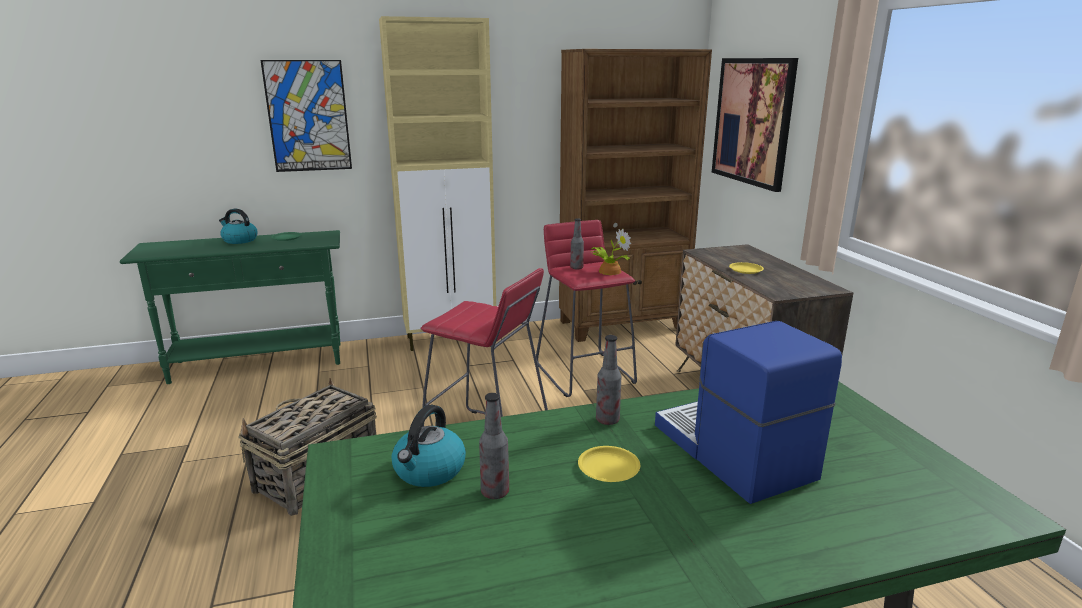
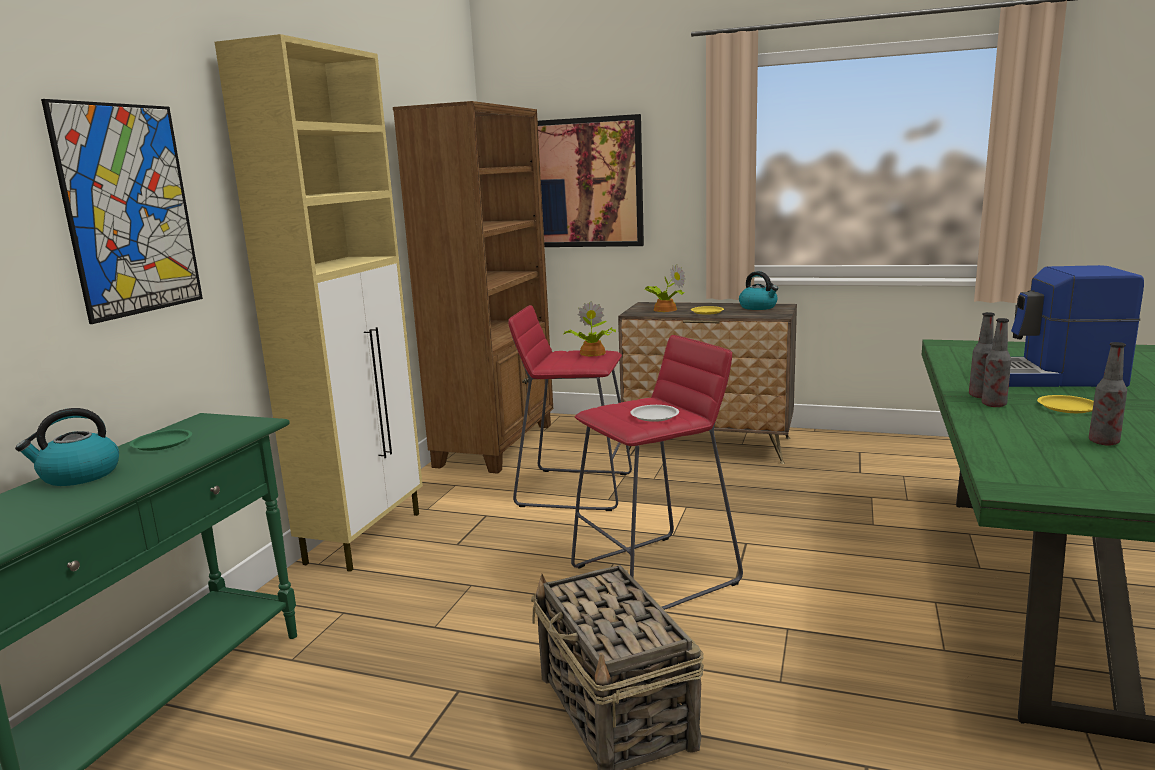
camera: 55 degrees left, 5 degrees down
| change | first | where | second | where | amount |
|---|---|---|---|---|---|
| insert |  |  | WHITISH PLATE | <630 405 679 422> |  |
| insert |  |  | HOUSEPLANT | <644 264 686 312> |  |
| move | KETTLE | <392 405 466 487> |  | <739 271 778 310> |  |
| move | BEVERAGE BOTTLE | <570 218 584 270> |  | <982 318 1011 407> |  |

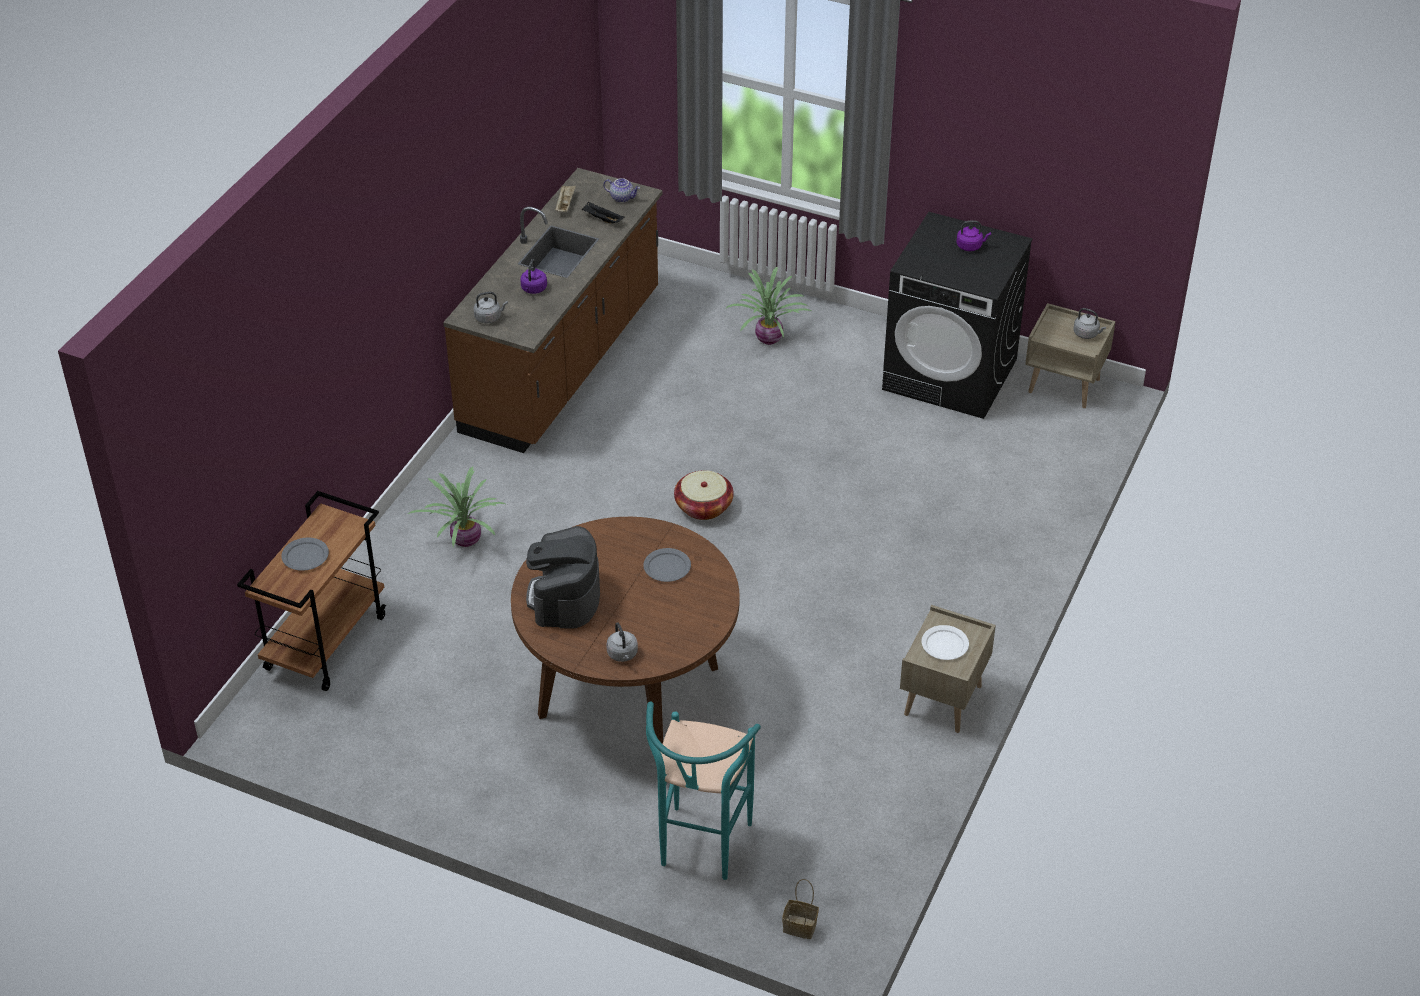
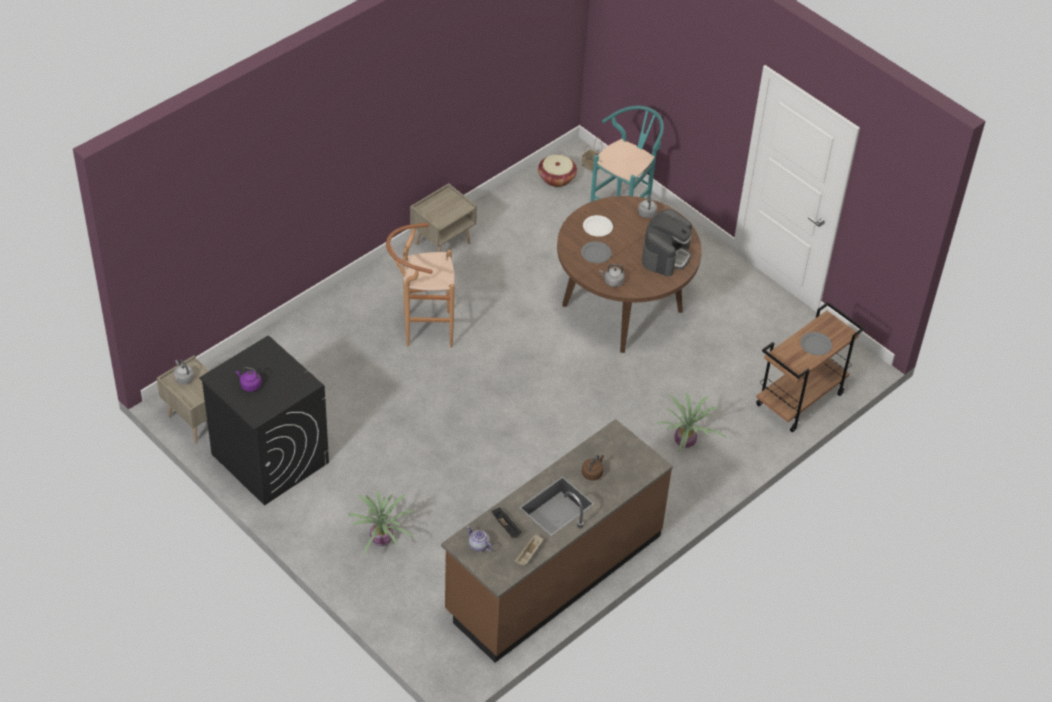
camera: 160 degrees left, 5 degrees up
| change | first | where | second | where | amount |
|---|---|---|---|---|---|
| insert |  |  | BROWN SITTING STOOL | <386 223 455 348> |  |
| move | GREY KETTLE | <474 292 508 324> |  | <600 264 624 287> |  |
| move | HOUSEHOLD BASKET | <674 470 734 520> |  | <538 155 577 187> |  |
| move | WHITISH PLATE | <921 625 969 660> |  | <583 215 613 237> |  |
| recolor | PURPLE-COLOURED KETTLE | <520 259 547 294> | BROWN KETTLE | <582 455 604 481> |  |

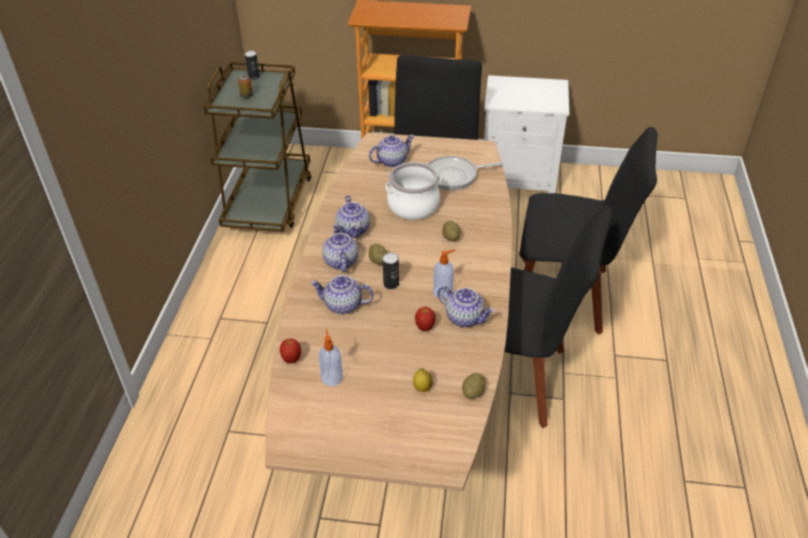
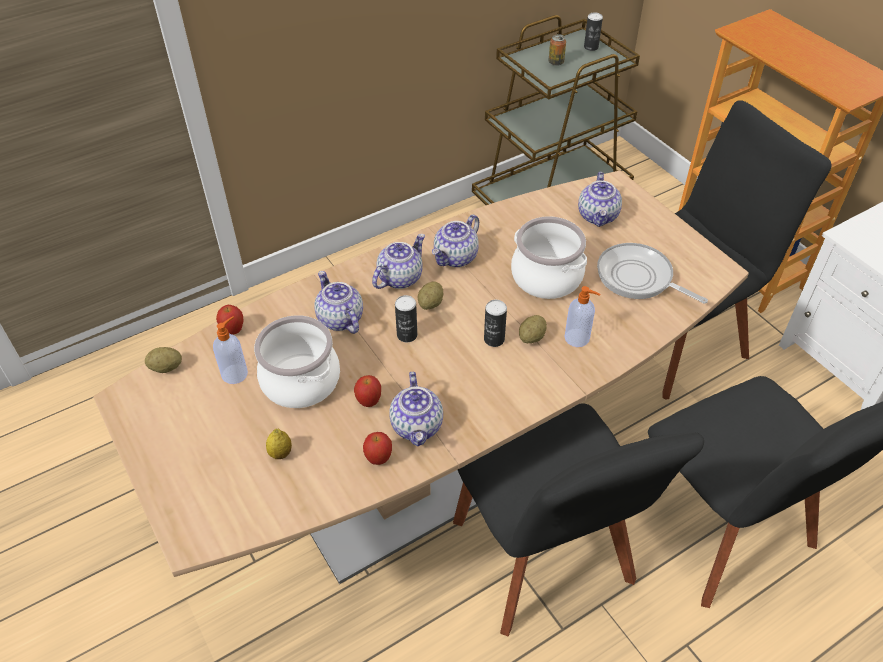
camera: 50 degrees right, 5 degrees up
| change | first | where | second | where | amount |
|---|---|---|---|---|---|
| insert |  |  | SAUCEPOT | <254 315 340 408> |  |
| insert |  |  | APPLE | <363 432 392 465> |  |
| insert |  |  | SEALED CAN | <484 300 507 347> |  |
| move | SOAP DISPENSER | <433 250 456 299> |  | <564 286 600 347> |  |
| move | POTATO | <462 373 485 399> |  | <145 347 182 373> |  |
| rotate | TEA POT | <369 135 414 167> |  | <578 172 622 227> | 75 degrees clockwise |

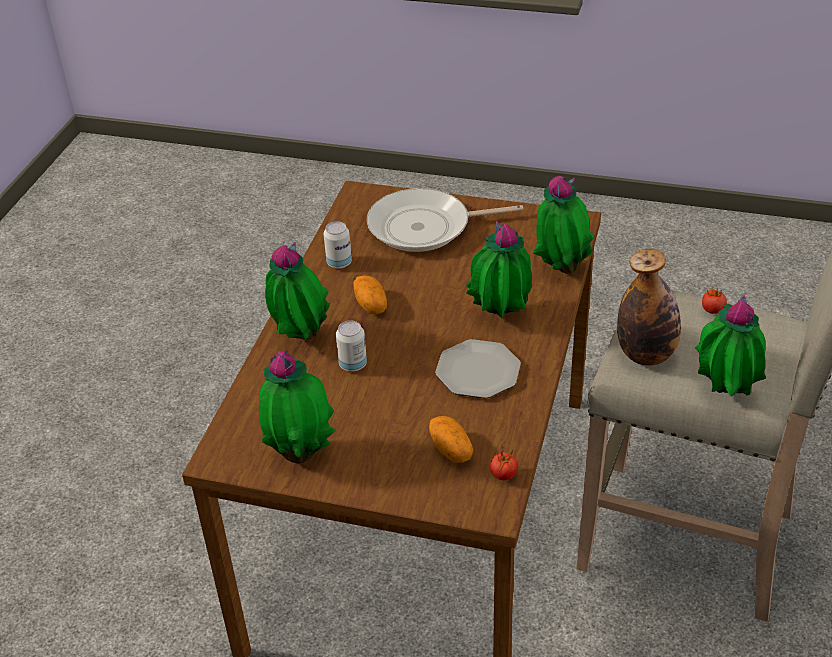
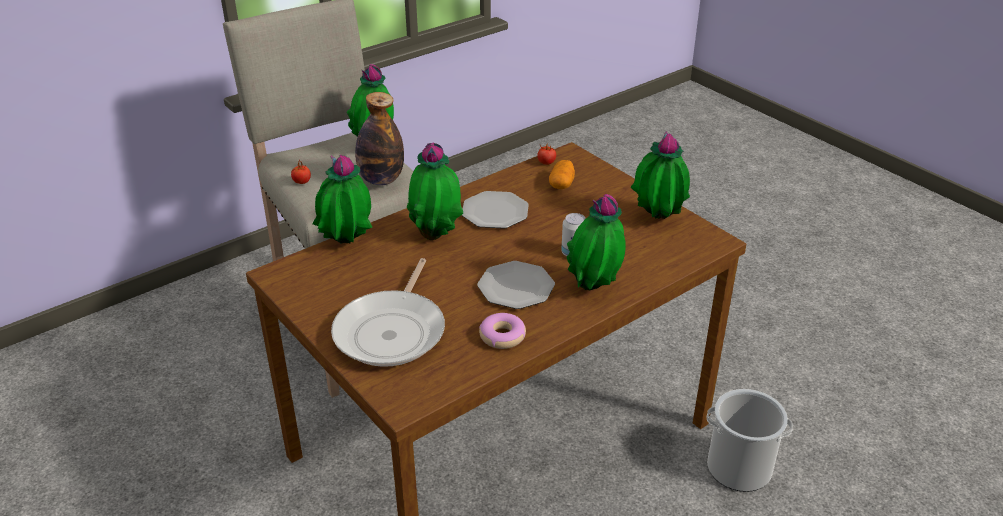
camera: 145 degrees left, 5 degrees down
| change | first | where | second | where | amount |
|---|---|---|---|---|---|
| insert |  |  | BUCKET | <707 389 793 492> |  |
| replace | SEALED CAN | <324 221 352 269> | DONUT | <479 313 526 349> |  |
| replace | POTATO | <353 275 387 314> | PLATE | <477 261 555 309> |  |
| rotate | SKILLET | <367 188 523 252> |  | <331 258 445 367> | 75 degrees clockwise |

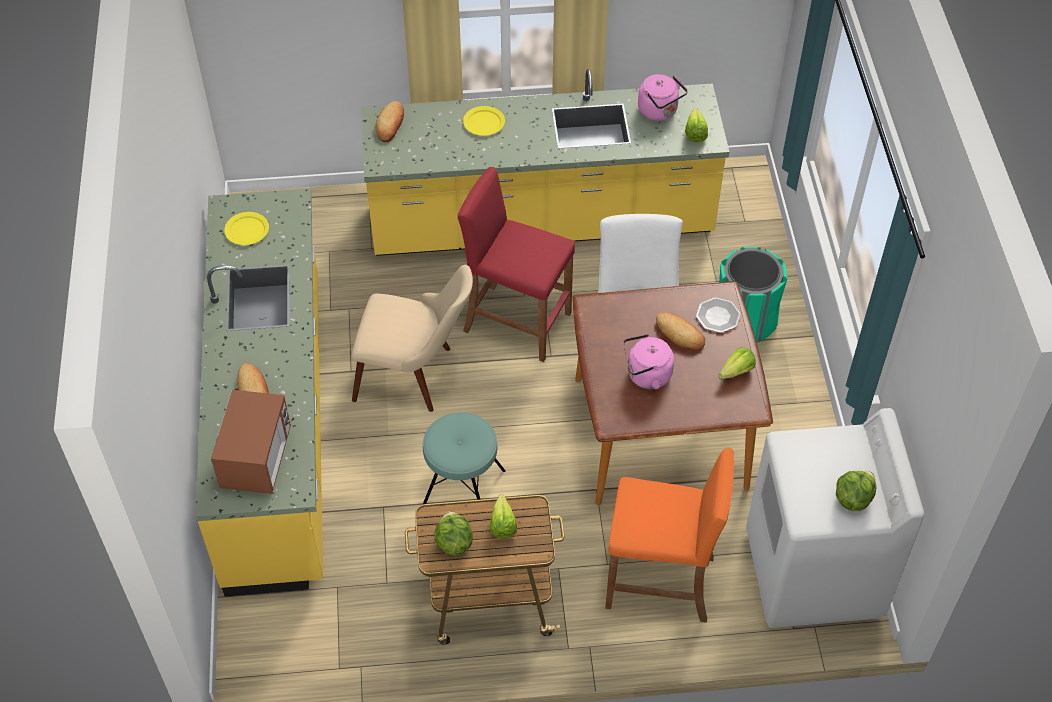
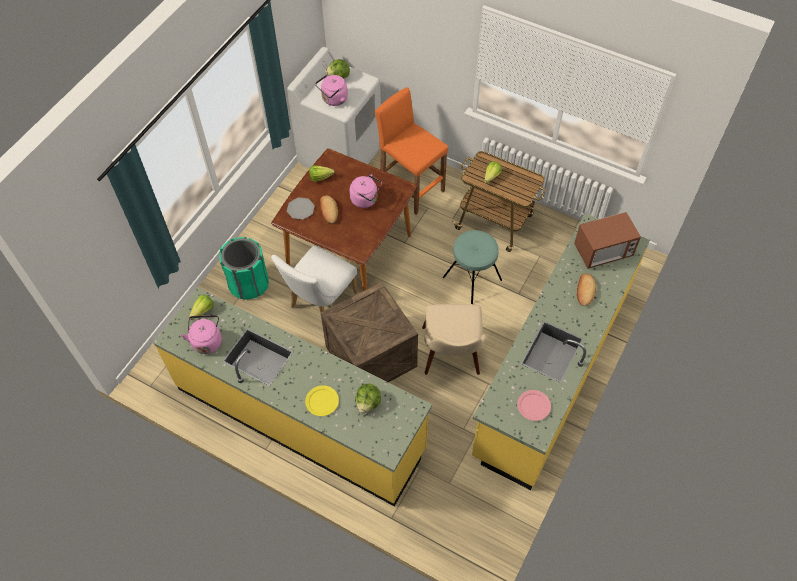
camera: 145 degrees left, 5 degrees up
| change | first | where | second | where | amount |
|---|---|---|---|---|---|
| delete | BREAD | <375 101 404 142> |  |  |  |
| insert |  |  | PINKISH KETTLE | <315 75 348 106> |  |
| move | HEAD OF LETTUCE | <434 511 473 555> |  | <356 383 381 413> |  |
| replace | RED-COLOURED SITTING STOOL | <458 167 575 362> | CRATE | <321 282 418 382> |  |
| recolor | YELLOW-COLOURED PLATE | <224 212 269 245> | PINKISH PLATE | <517 390 551 421> |  |
| rotate | KITCHEN MICROWAVE | <211 390 291 494> |  | <574 212 641 269> | 150 degrees counterclockwise |
| rotate | SAND-COLOURED CHAIR | <351 265 473 412> |  | <422 304 486 375> | 135 degrees counterclockwise |

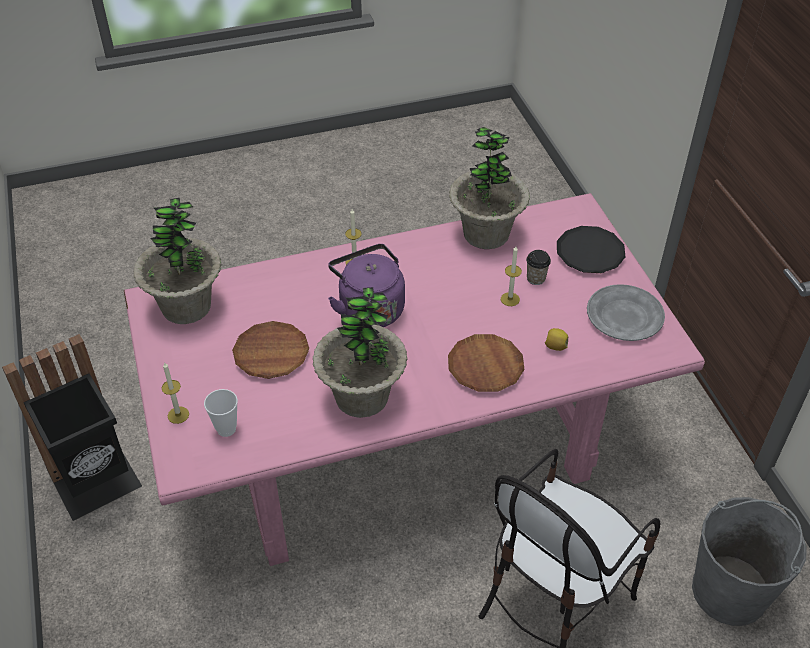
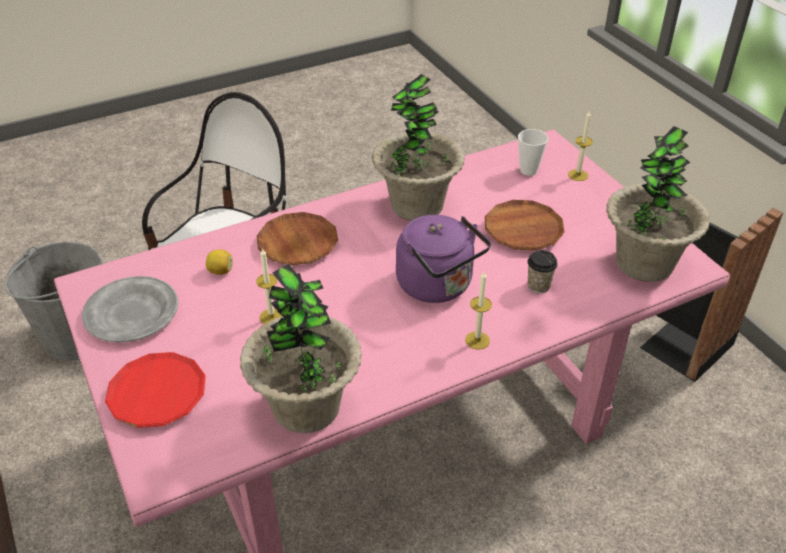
camera: 170 degrees right, 5 degrees down
| change | first | where | second | where | amount |
|---|---|---|---|---|---|
| move | DRINKING CUP | <526 250 551 285> |  | <527 250 558 293> |  |
| recolor | BLACK PLATE | <557 226 625 273> | RED-COLOURED PLATE | <105 352 206 428> |  |

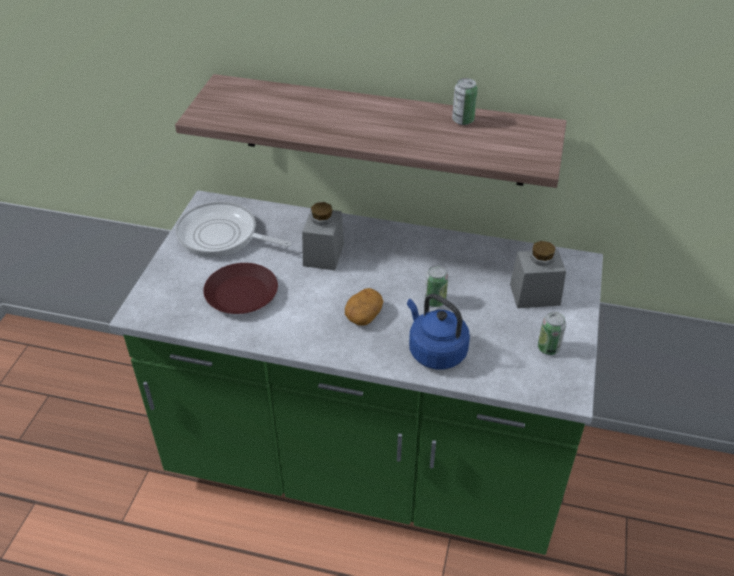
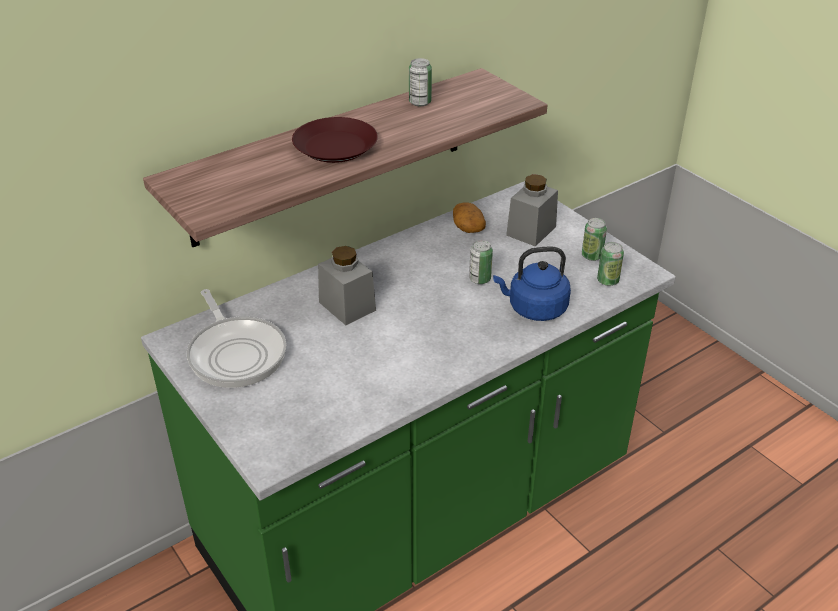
camera: 50 degrees left, 5 degrees down
| change | first | where | second | where | amount |
|---|---|---|---|---|---|
| insert |  |  | SEALED CAN | <597 242 624 286> |  |
| move | BROWN PLATE | <203 263 278 314> |  | <292 117 378 163> |  |
| move | POTATO | <345 288 384 325> |  | <453 202 486 233> |  |
| rotate | SKILLET | <175 201 291 258> |  | <187 289 286 388> | 90 degrees counterclockwise |

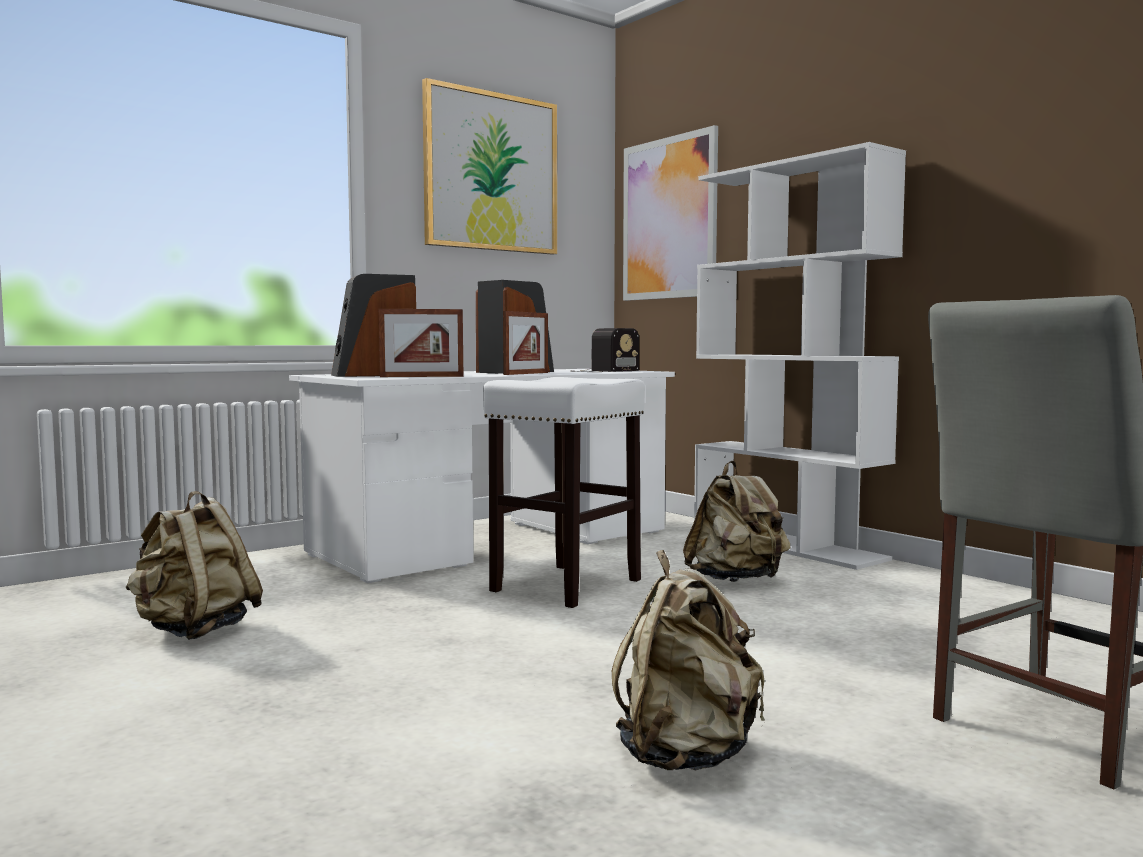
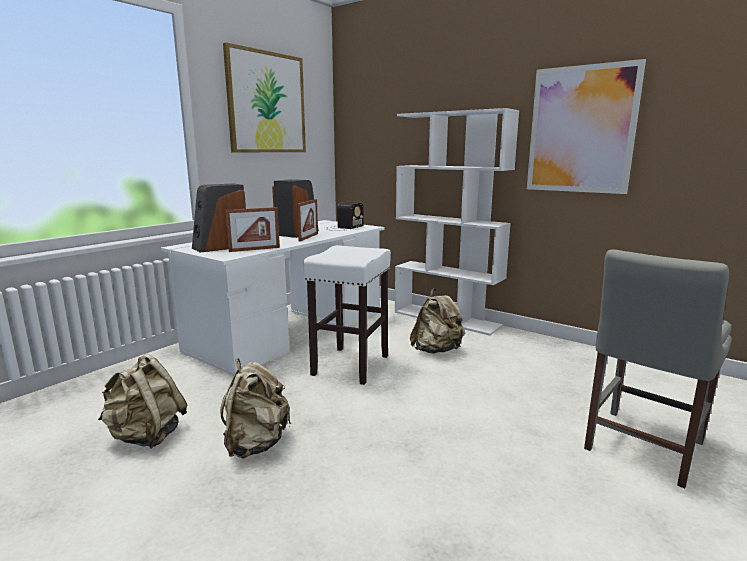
camera: 15 degrees left, 10 degrees up
| change | first | where | second | where | amount |
|---|---|---|---|---|---|
| move | SAND-COLOURED RUCKSACK | <612 550 765 770> |  | <220 358 291 459> |  |
| move | WALL PICTURE | <623 125 718 301> |  | <527 59 646 194> |  |

